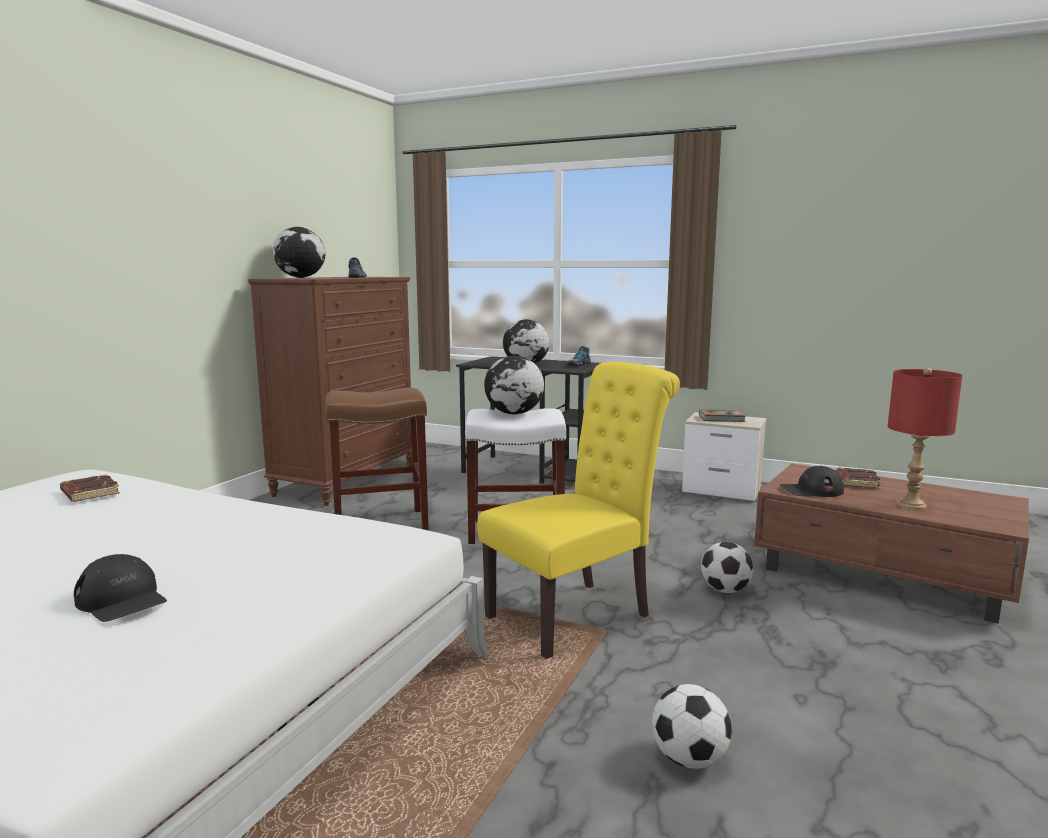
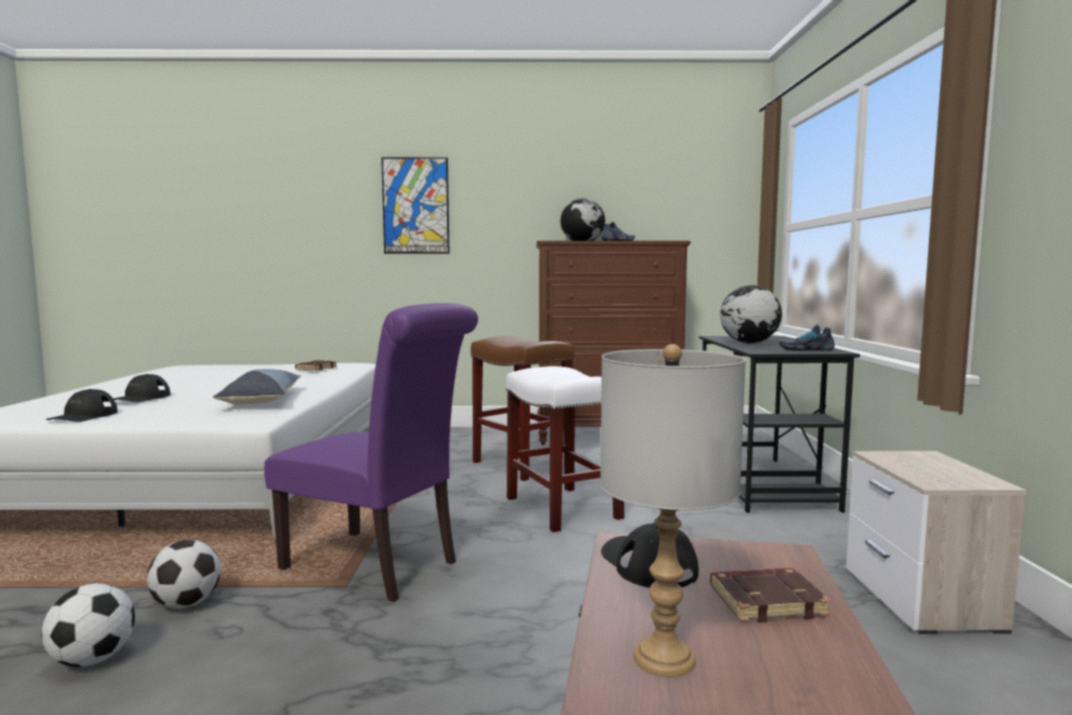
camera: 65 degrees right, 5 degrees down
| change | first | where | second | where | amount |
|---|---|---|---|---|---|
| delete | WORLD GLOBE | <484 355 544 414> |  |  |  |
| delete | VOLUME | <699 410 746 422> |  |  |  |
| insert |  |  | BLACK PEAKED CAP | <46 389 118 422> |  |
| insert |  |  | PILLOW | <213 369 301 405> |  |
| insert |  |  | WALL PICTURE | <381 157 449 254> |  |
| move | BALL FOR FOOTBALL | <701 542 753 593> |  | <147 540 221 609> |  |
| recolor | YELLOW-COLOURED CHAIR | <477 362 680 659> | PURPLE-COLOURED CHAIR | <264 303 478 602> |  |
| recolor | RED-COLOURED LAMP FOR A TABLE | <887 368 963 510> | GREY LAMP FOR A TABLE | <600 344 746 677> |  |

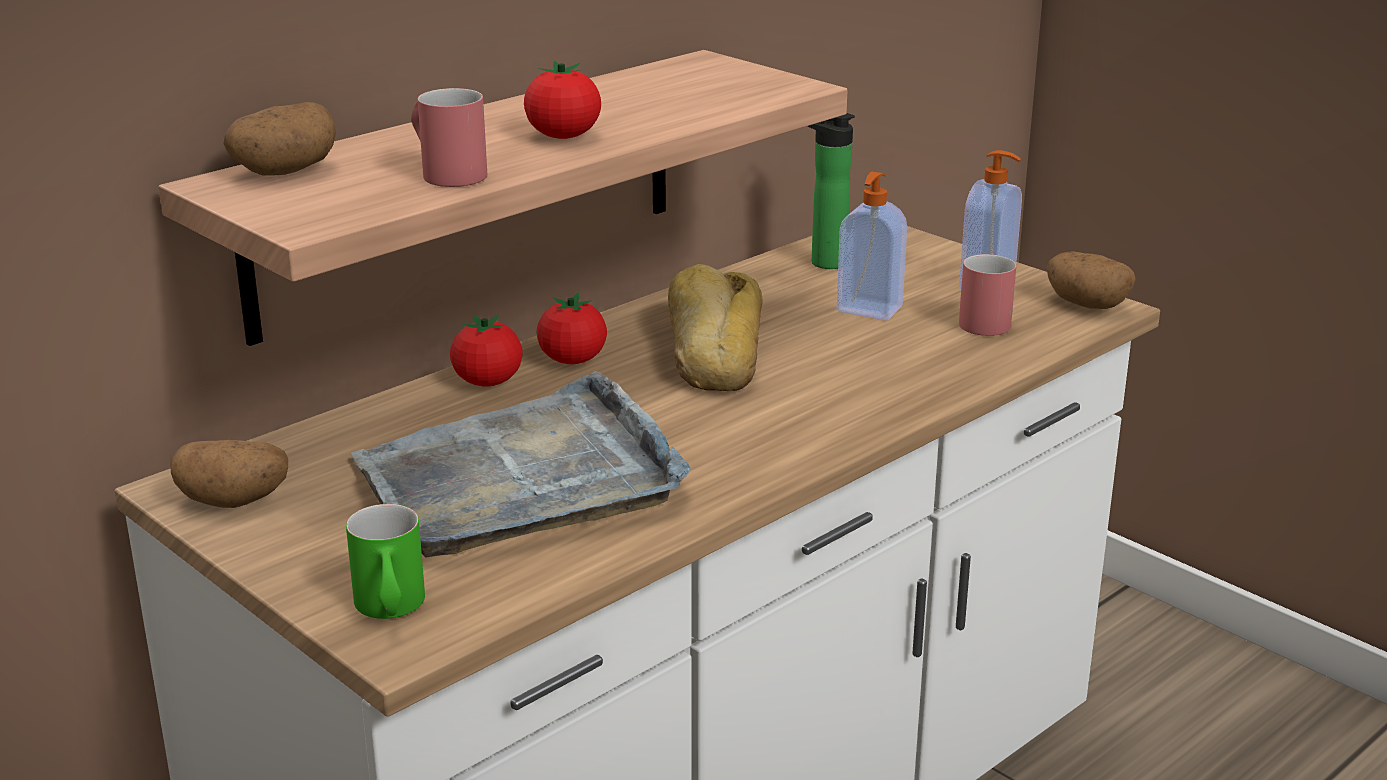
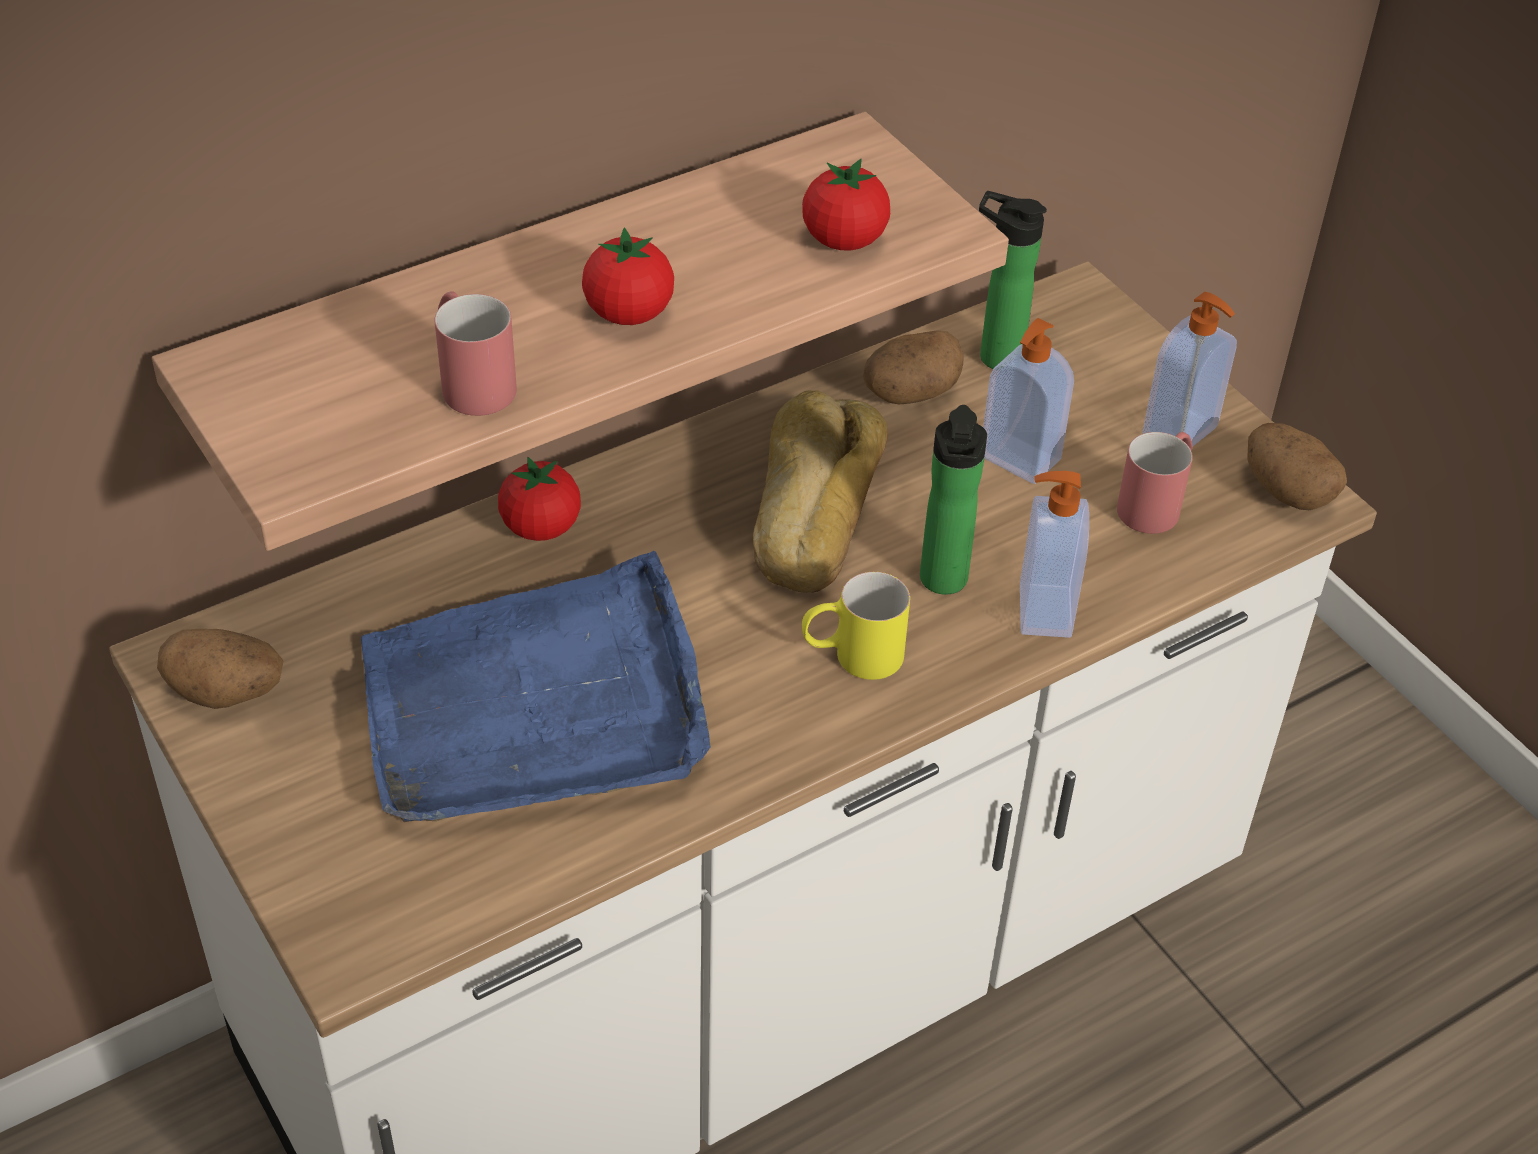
camera: 10 degrees right, 20 degrees up
| change | first | where | second | where | amount |
|---|---|---|---|---|---|
| delete | GREEN-COLOURED MUG | <346 504 425 619> |  |  |  |
| insert |  |  | YELLOW-COLOURED MUG | <802 572 910 680> |  |
| insert |  |  | BEVERAGE BOTTLE | <920 405 987 595> |  |
| insert |  |  | SOAP DISPENSER | <1020 471 1089 638> |  |
| move | POTATO | <223 102 336 176> |  | <863 330 963 404> |  |
| move | WHOLE TOMATO | <537 293 607 364> |  | <802 159 890 250> |  |
| recolor | GREY TRAY | <350 371 691 557> | BLUE-COLOURED TRAY | <361 551 711 822> |  |

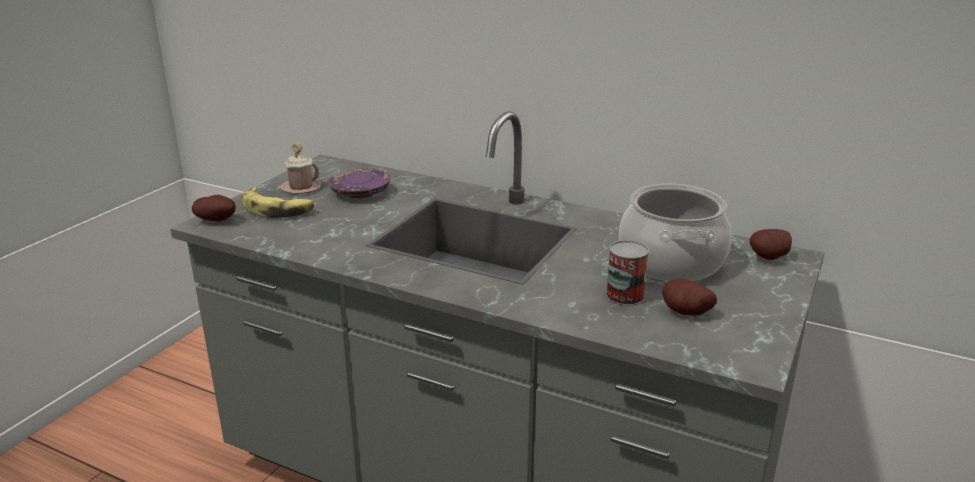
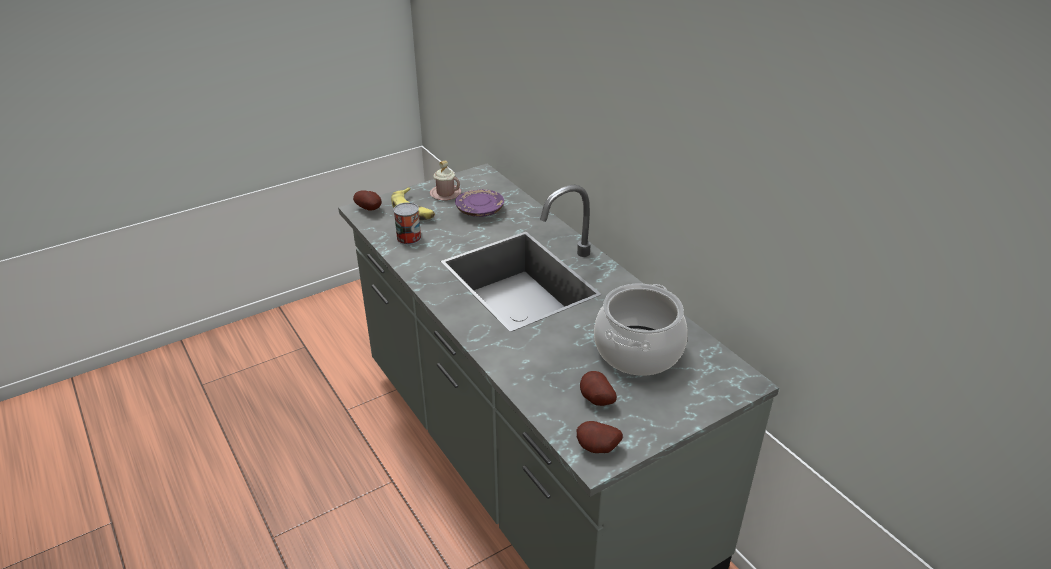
camera: 30 degrees right, 10 degrees up
| change | first | where | second | where | amount |
|---|---|---|---|---|---|
| move | SEALED CAN | <606 240 649 306> |  | <393 202 421 245> |  |
| move | POTATO | <750 229 792 260> |  | <577 421 623 453> |  |

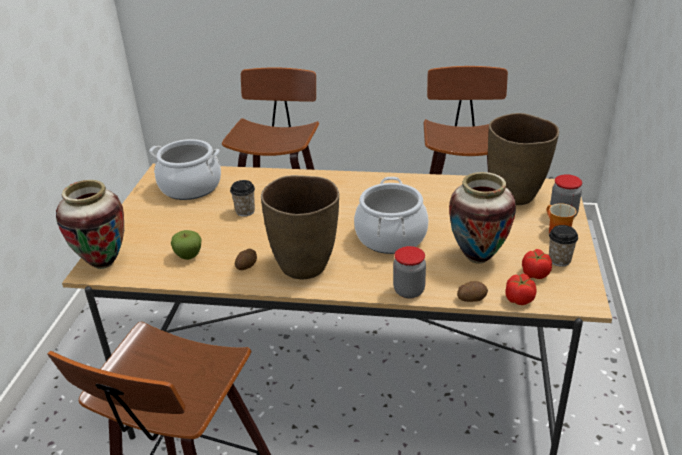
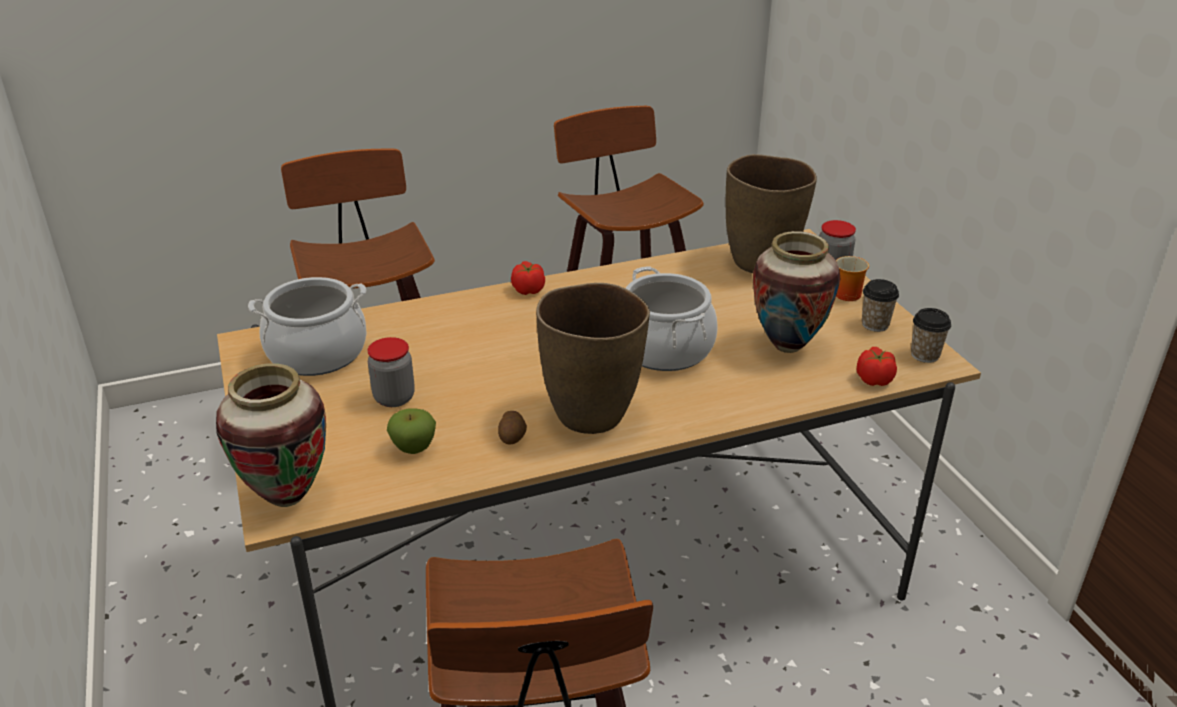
camera: 30 degrees left, 0 degrees up
| change | first | where | second | where | amount |
|---|---|---|---|---|---|
| delete | POTATO | <457 281 488 302> |  |  |  |
| move | DRINKING CUP | <230 180 255 217> |  | <911 308 951 363> |  |
| move | JAR | <393 246 426 299> |  | <368 337 415 407> |  |
| move | WHOLE TOMATO | <522 249 552 279> |  | <511 261 545 295> |  |

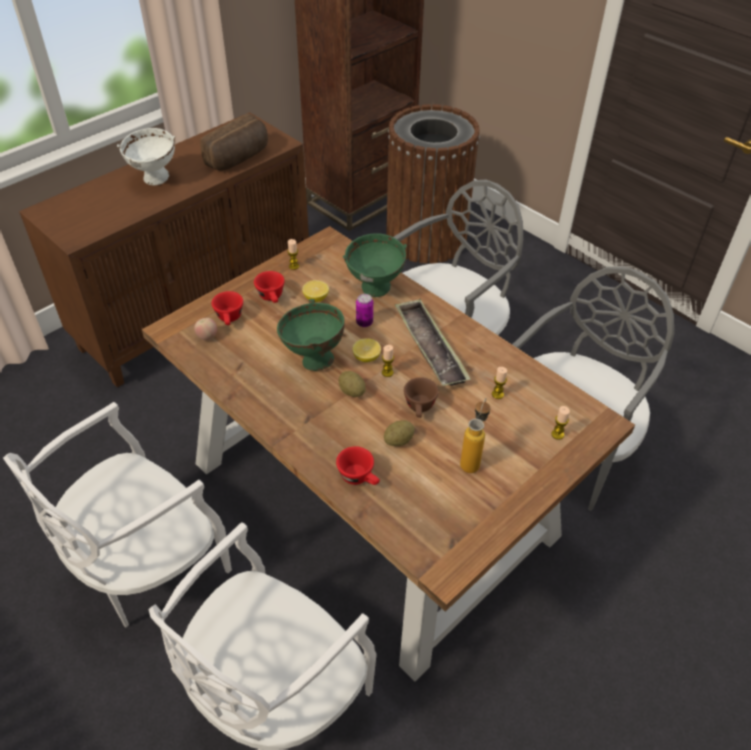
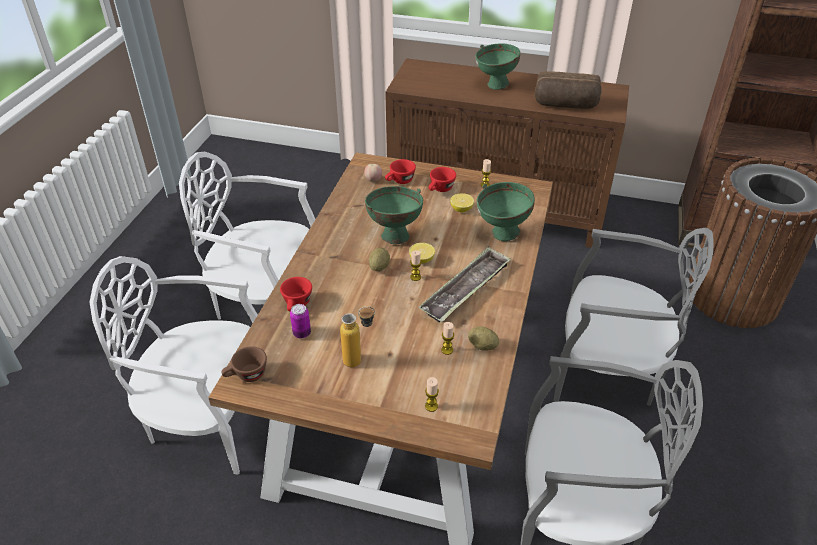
camera: 60 degrees right, 5 degrees down
| change | first | where | second | where | amount |
|---|---|---|---|---|---|
| move | SEALED CAN | <356 294 373 327> |  | <290 304 311 338> |  |
| move | POTATO | <384 420 415 446> |  | <468 327 499 350> |  |
| move | BROWN DRINKING CUP | <404 377 439 418> |  | <221 346 267 382> |  |
| recolor | WHITISH DEEP DISH | <117 128 175 185> | GREEN-COLOURED DEEP DISH | <475 43 520 90> |  |

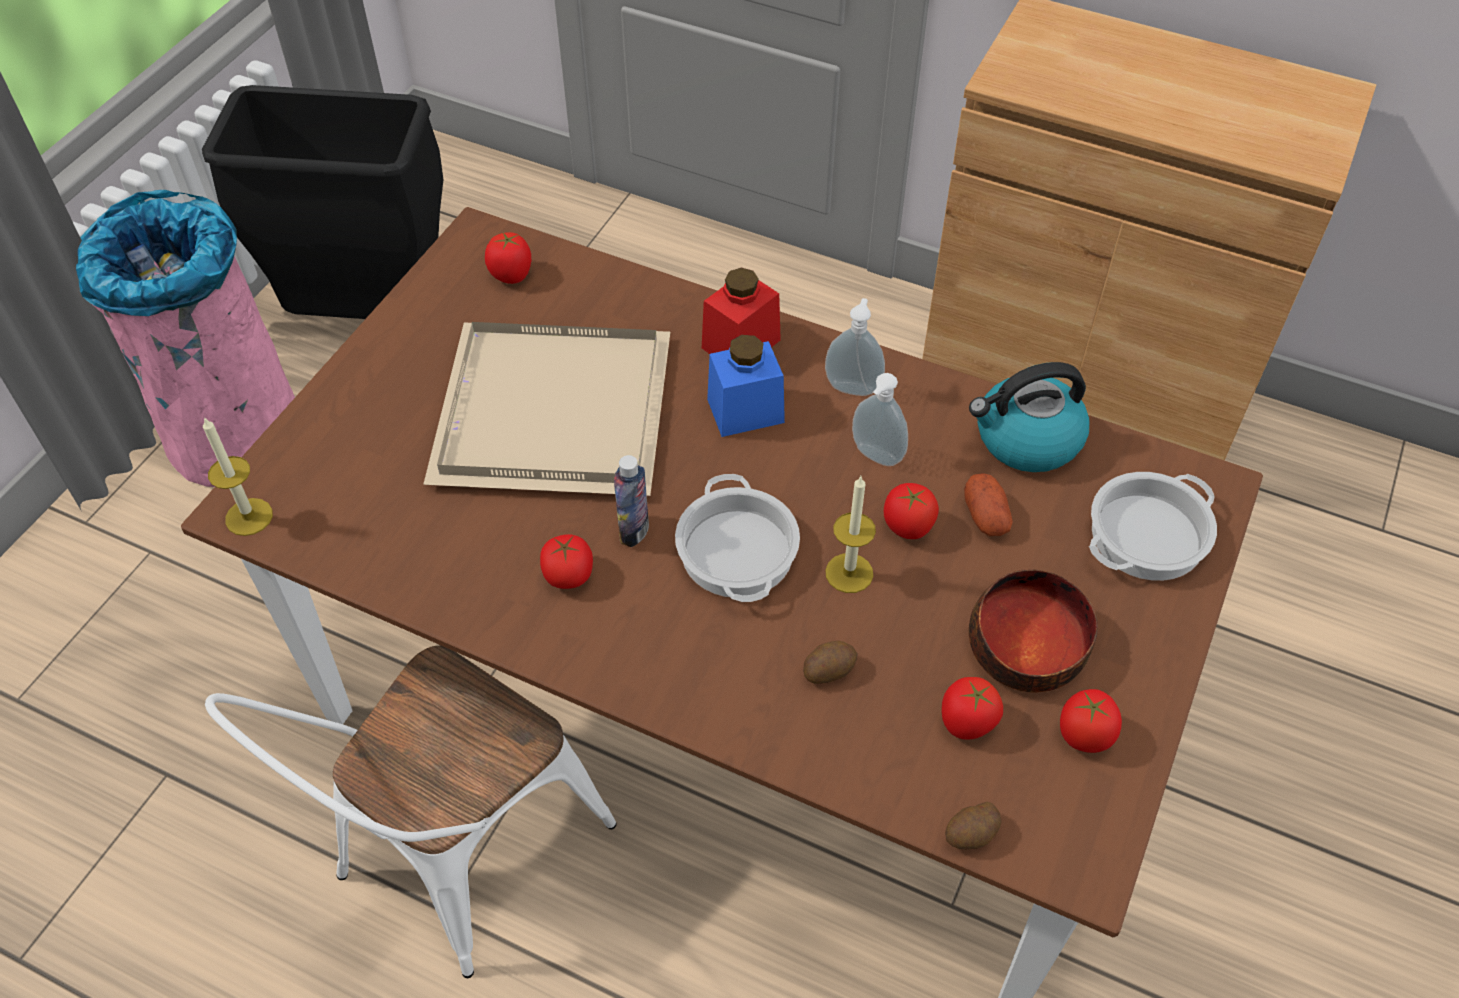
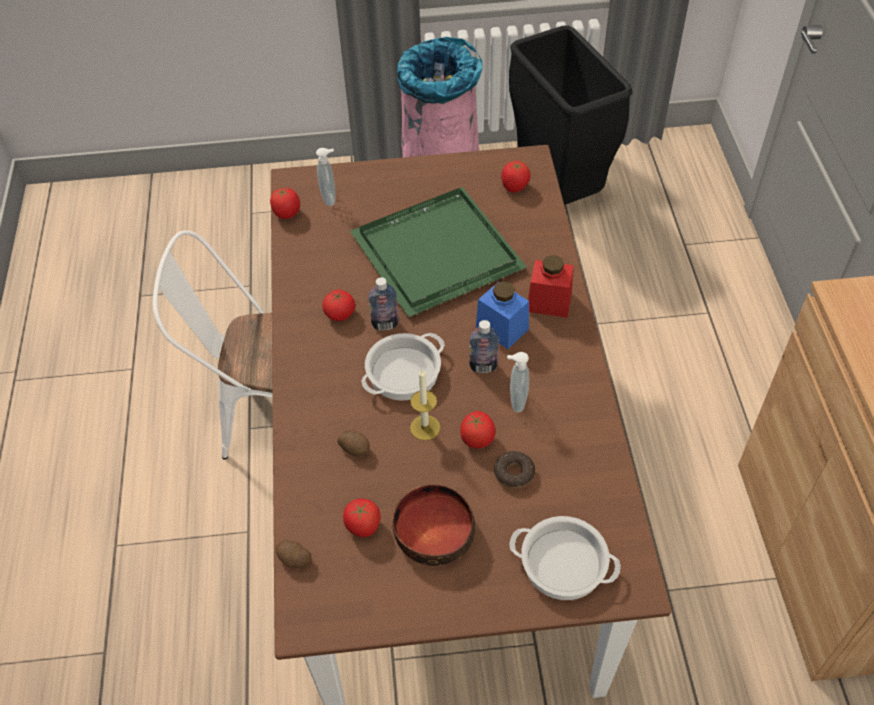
camera: 60 degrees right, 0 degrees up
| change | first | where | second | where | amount |
|---|---|---|---|---|---|
| delete | WAX LIGHT | <203 417 273 536> |  |  |  |
| delete | KETTLE | <969 362 1089 472> |  |  |  |
| insert |  |  | BEVERAGE BOTTLE | <469 320 499 373> |  |
| move | SOAP DISPENSER | <825 298 885 396> |  | <316 148 335 206> |  |
| move | WHOLE TOMATO | <1060 689 1122 753> |  | <270 187 300 219> |  |
| replace | POTATO | <964 473 1013 536> | DONUT | <494 451 535 489> |  |
| recolor | SAND-COLOURED TRAY | <423 322 670 496> | GREEN-COLOURED TRAY | <350 187 527 317> |  |

